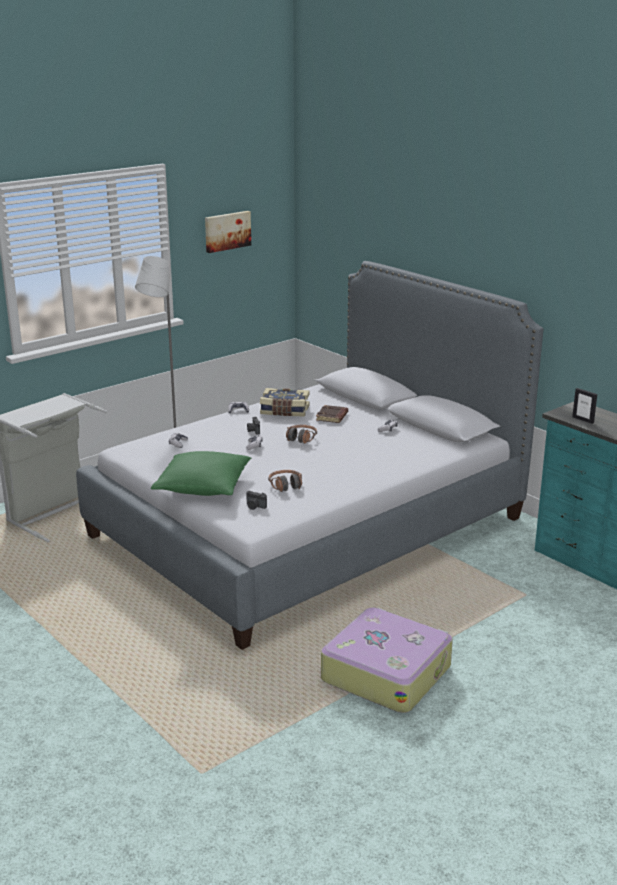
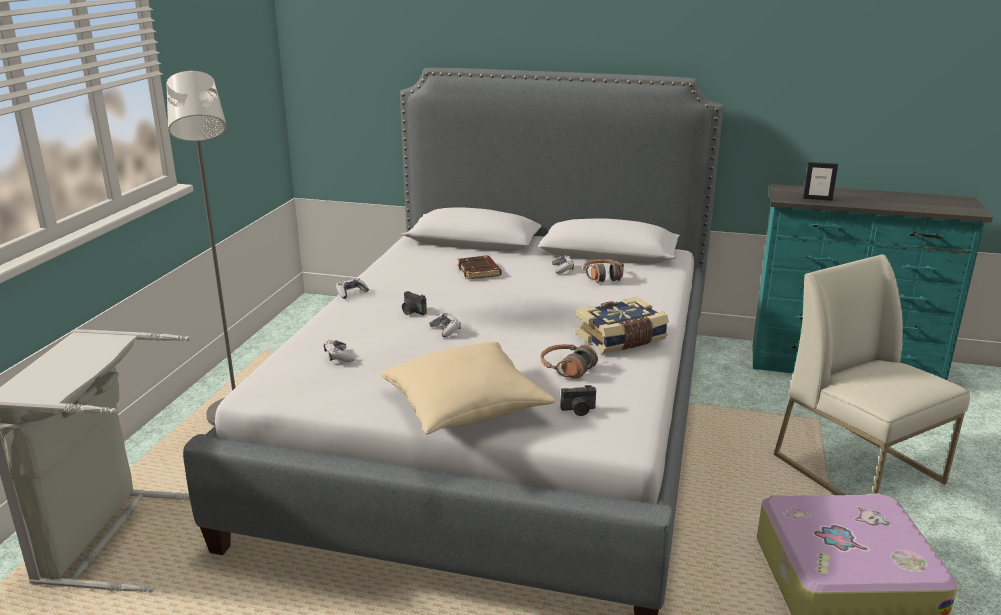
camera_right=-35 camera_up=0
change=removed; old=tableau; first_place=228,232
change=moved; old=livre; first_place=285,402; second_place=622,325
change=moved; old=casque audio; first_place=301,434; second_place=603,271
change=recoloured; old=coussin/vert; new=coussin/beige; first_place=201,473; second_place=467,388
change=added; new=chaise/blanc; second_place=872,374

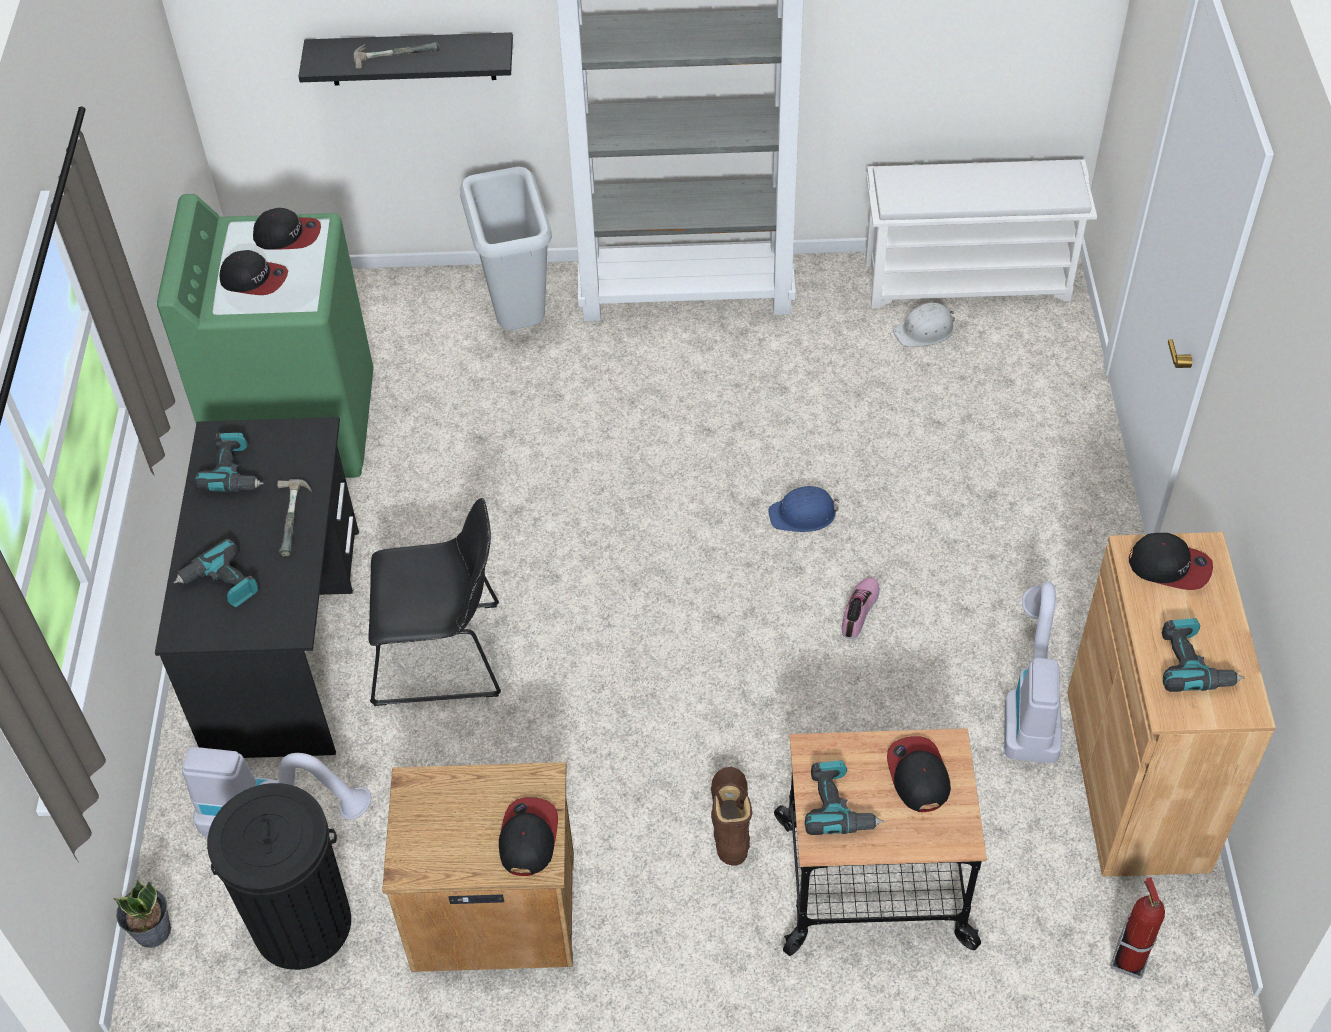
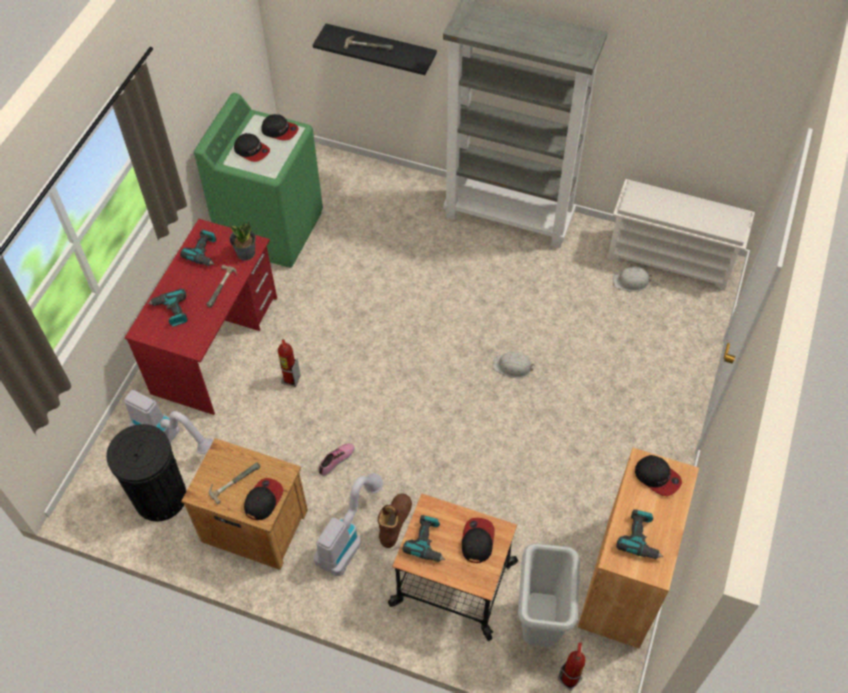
camera_right=20 camera_up=5
change=moved; old=poubelle/gris; first_place=506,248; second_place=549,595
change=recoloured; old=bureau/noir; new=bureau/rouge; first_place=257,587; second_place=201,317
change=recoloured; old=casque de chantier/bleu; new=casque de chantier/blanc; first_place=804,509; second_place=514,364
change=replaced; old=chaise/noir; new=extincteur; first_place=435,602; second_place=289,363
change=moved; old=chaussure; first_place=861,608; second_place=336,459
change=moved; old=aspirateur; first_place=1032,672; second_place=348,524
change=moved; old=plante en pot; first_place=142,914; second_place=243,240
change=added; new=marteau; second_place=234,483

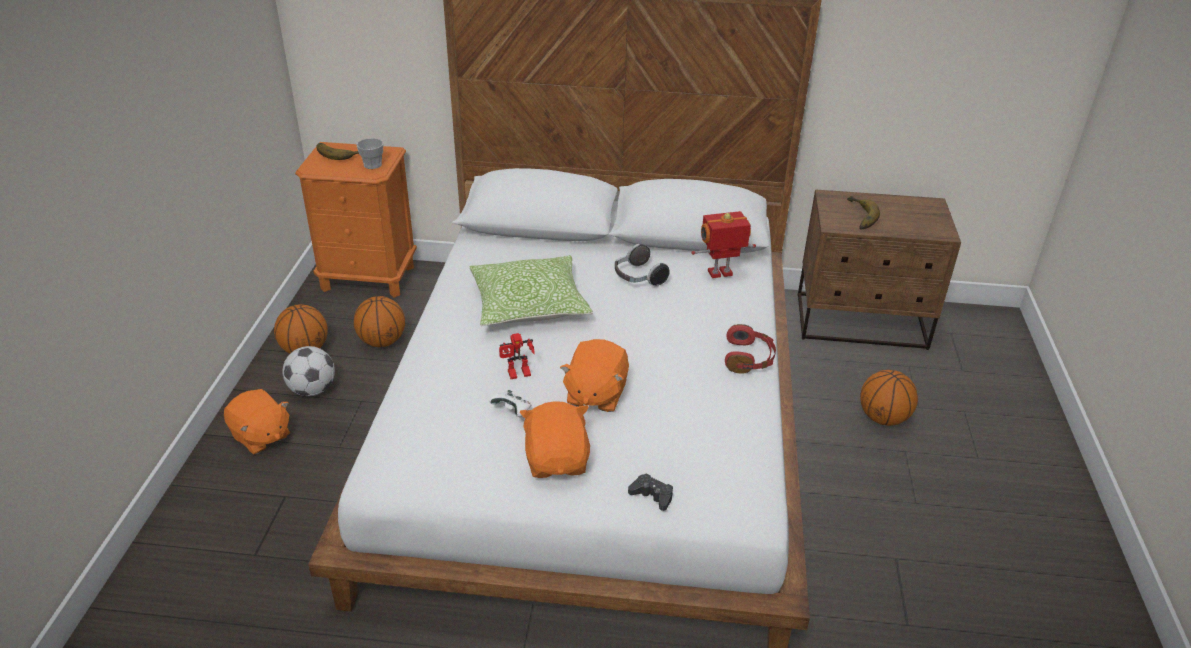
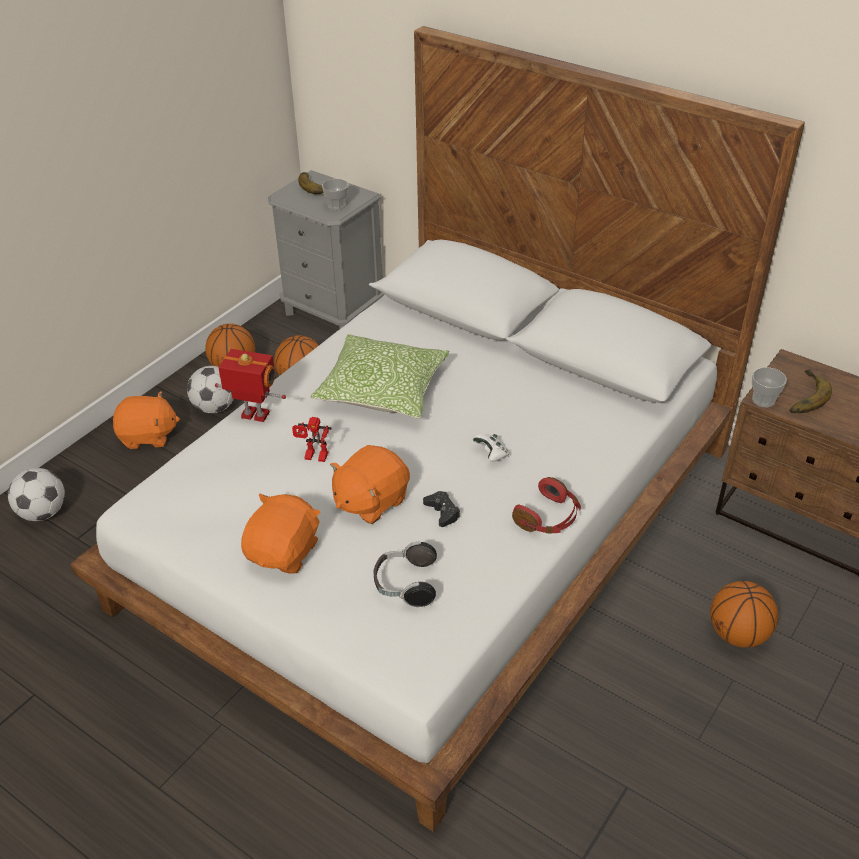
camera_right=30 camera_up=5
change=recoloured; old=table de chevet/orange; new=table de chevet/gris; first_place=356,220; second_place=326,249
change=moved; old=robot jouet; first_place=723,244; second_place=250,385
change=moved; old=casque audio; first_place=642,265; second_place=405,574
change=turned; old=peluche/orange; first_place=257,422; second_place=146,420; degrees=-75
change=moved; old=manette/blanc; first_place=510,403; second_place=490,448
change=moved; old=manette/noir; first_place=650,492; second_place=441,509
change=added; new=tasse; second_place=769,387
change=added; new=ballon de foot; second_place=36,494

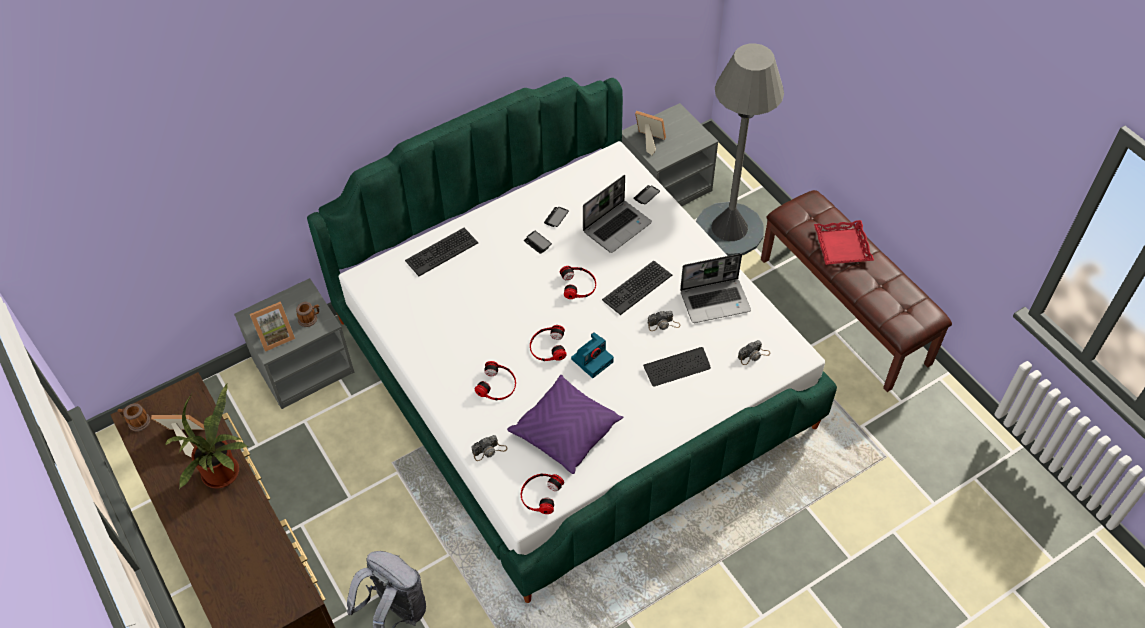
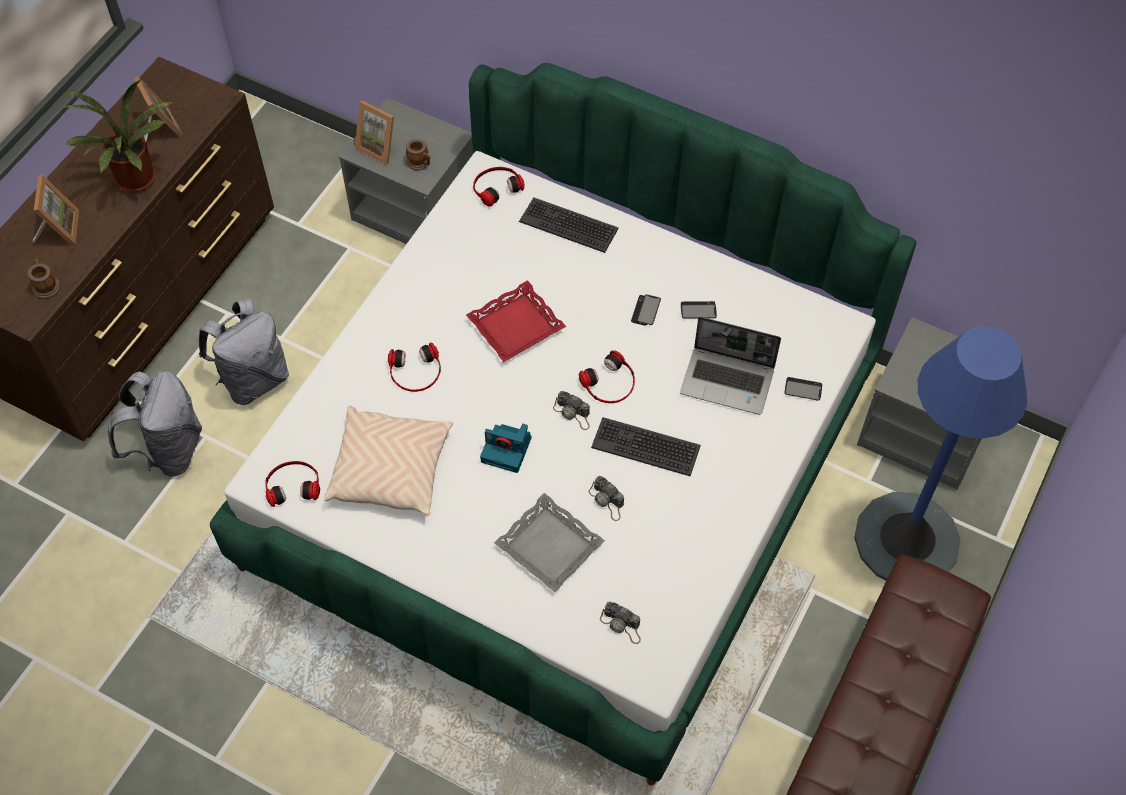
camera_right=60 camera_up=5
change=recoloured; old=lampadaire/gris; new=lampadaire/bleu; first_place=740,150; second_place=940,453
change=moved; old=cadre photo; first_place=650,133; second_place=55,210
change=moved; old=plateau/rouge; first_place=844,242; second_place=516,321
change=removed; old=ordinateur portable; first_place=715,288
change=moved; old=casque audio; first_place=548,343; second_place=499,187
change=replaced; old=clavier; new=plateau/gris; first_place=677,367; second_place=549,542
change=recoloured; old=coussin/violet; new=coussin/beige; first_place=565,424; second_place=388,461
change=moved; old=mug; first_place=134,417; second_place=43,278
change=moved; old=appareil photo; first_place=489,448; second_place=571,410
change=added; new=sac à dos/gris; second_place=244,352

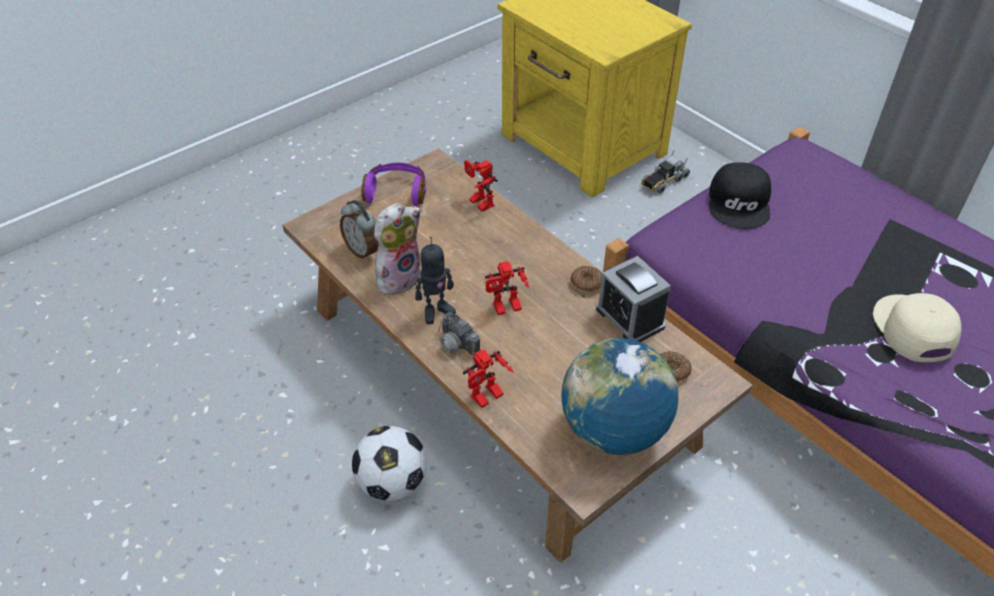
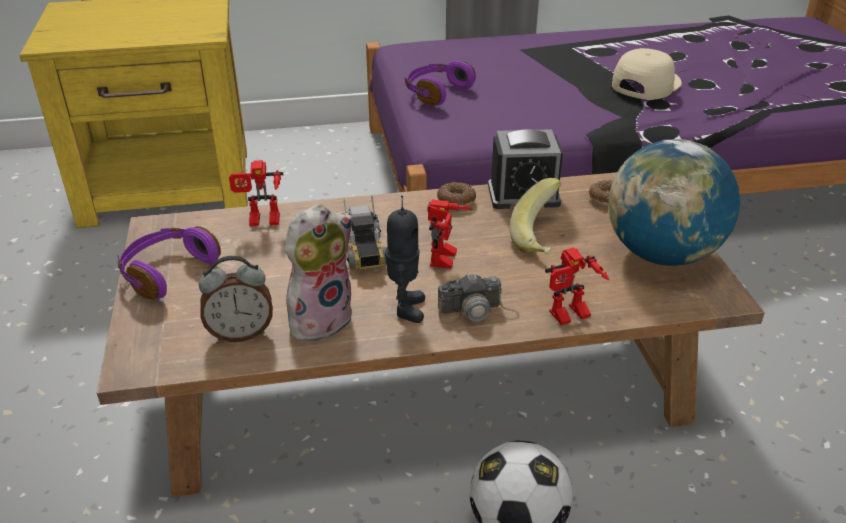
camera_right=-60 camera_up=-10
change=moved; old=camion jouet; first_place=665,172; second_place=365,232
change=replaced; old=casquette/noir; new=casque audio/violet; first_place=740,195; second_place=440,83
change=turned; old=peluche; first_place=397,249; second_place=319,272; degrees=60
change=turned; old=casquette/beige; first_place=917,327; second_place=647,74; degrees=105
change=turned; old=robot jouet; first_place=488,379; second_place=577,286; degrees=75
change=added; new=banane; second_place=535,216

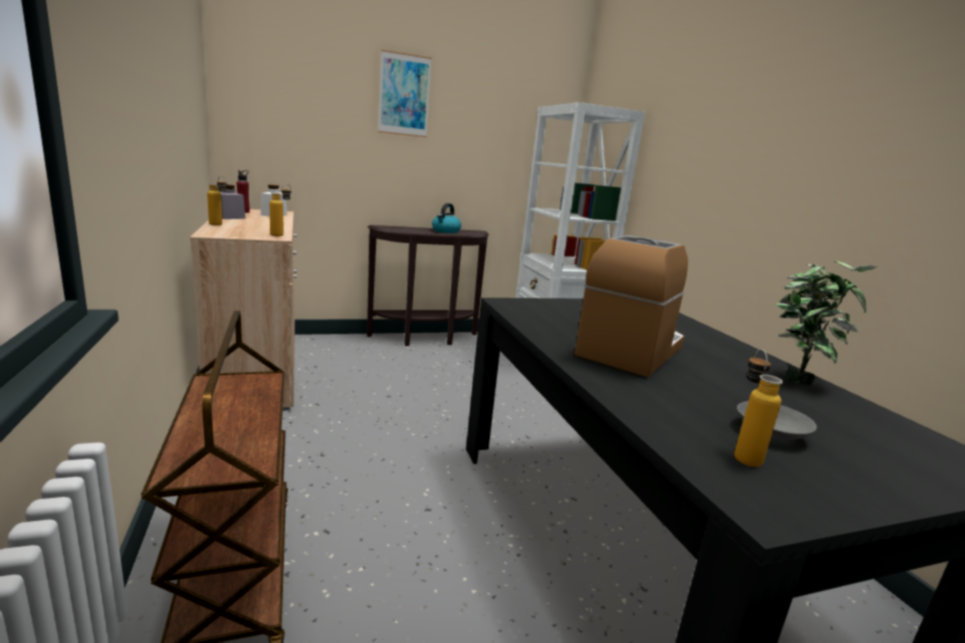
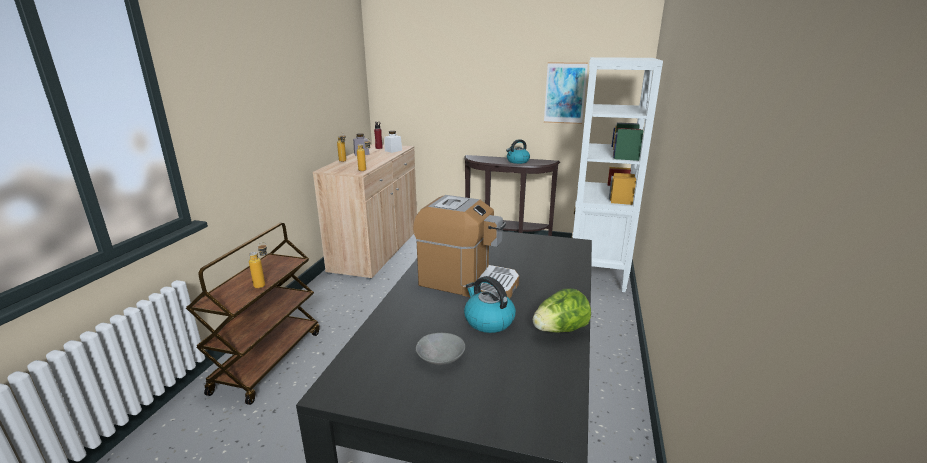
camera_right=35 camera_up=5
change=moved; old=tableau; first_place=405,93; second_place=566,93
change=turned; old=machine à café; first_place=631,306; second_place=466,247; degrees=45
change=replaced; old=plante en pot; new=laitue; first_place=826,323; second_place=562,310
change=moved; old=bouteille; first_place=758,408; second_place=258,265
change=added; new=bouilloire; second_place=490,304

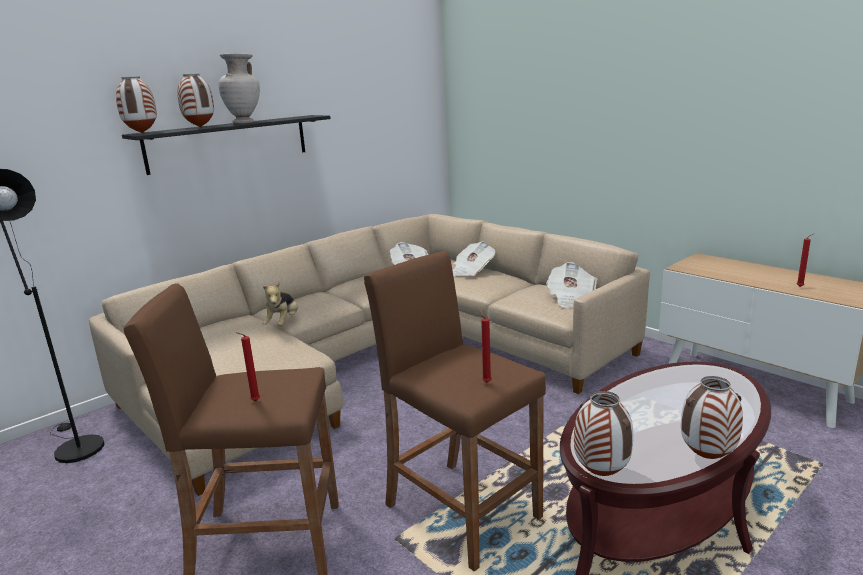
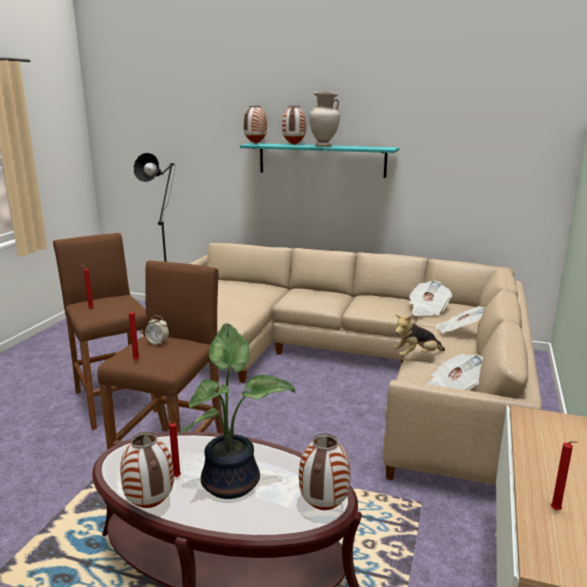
camera_right=60 camera_up=0
change=recoloured; old=étagère/noir; new=étagère/turquoise; first_place=226,145; second_place=319,160
change=moved; old=peluche; first_place=280,303; second_place=419,336
change=moved; old=vase; first_place=603,433; second_place=325,472
change=added; new=réveil; second_place=157,330
change=added; new=plante en pot; second_place=237,411
change=added; new=bougie/rouge; second_place=173,449

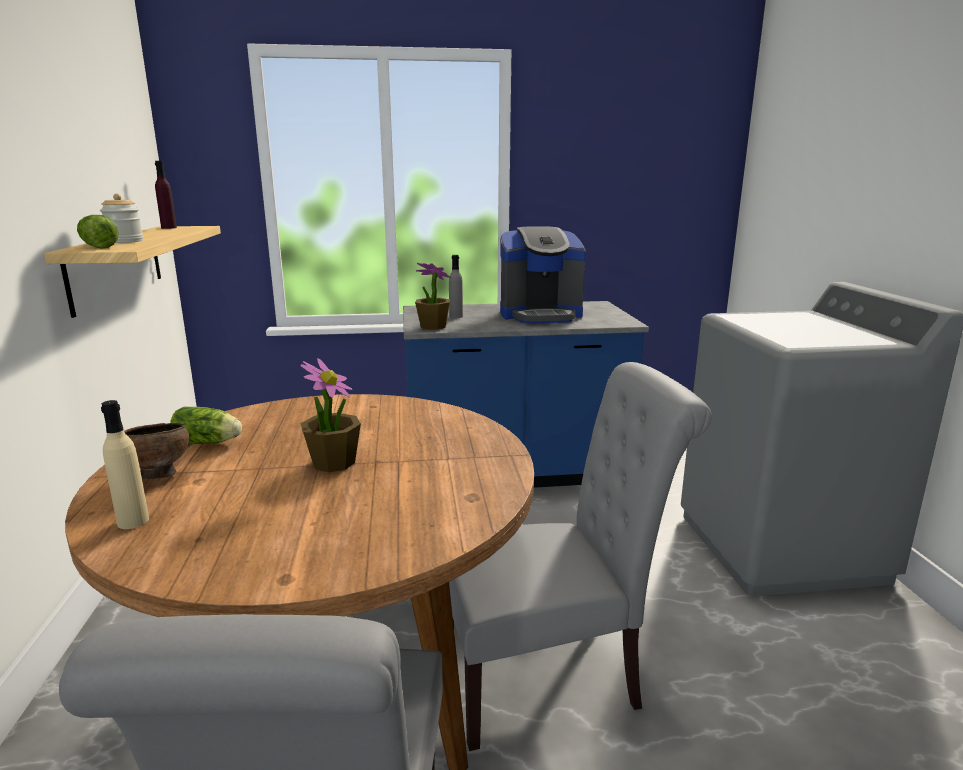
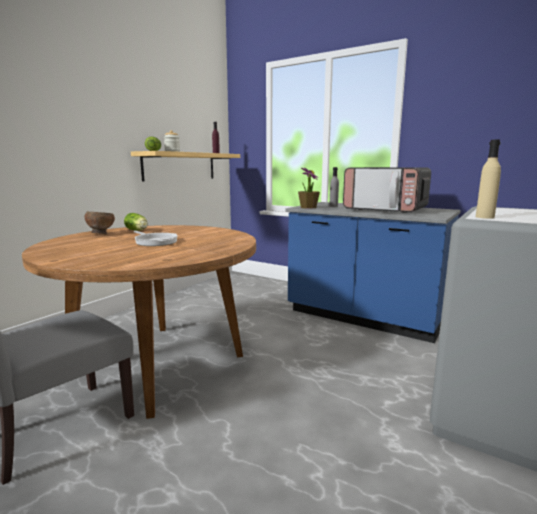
camera_right=40 camera_up=-5
change=replaced; old=machine à café; new=micro-ondes; first_place=543,275; second_place=387,190
change=replaced; old=plante en pot; new=poêle; first_place=330,415; second_place=155,238
change=removed; old=chaise/gris; first_place=580,556
change=moved; old=bouteille/beige; first_place=125,464; second_place=488,179

